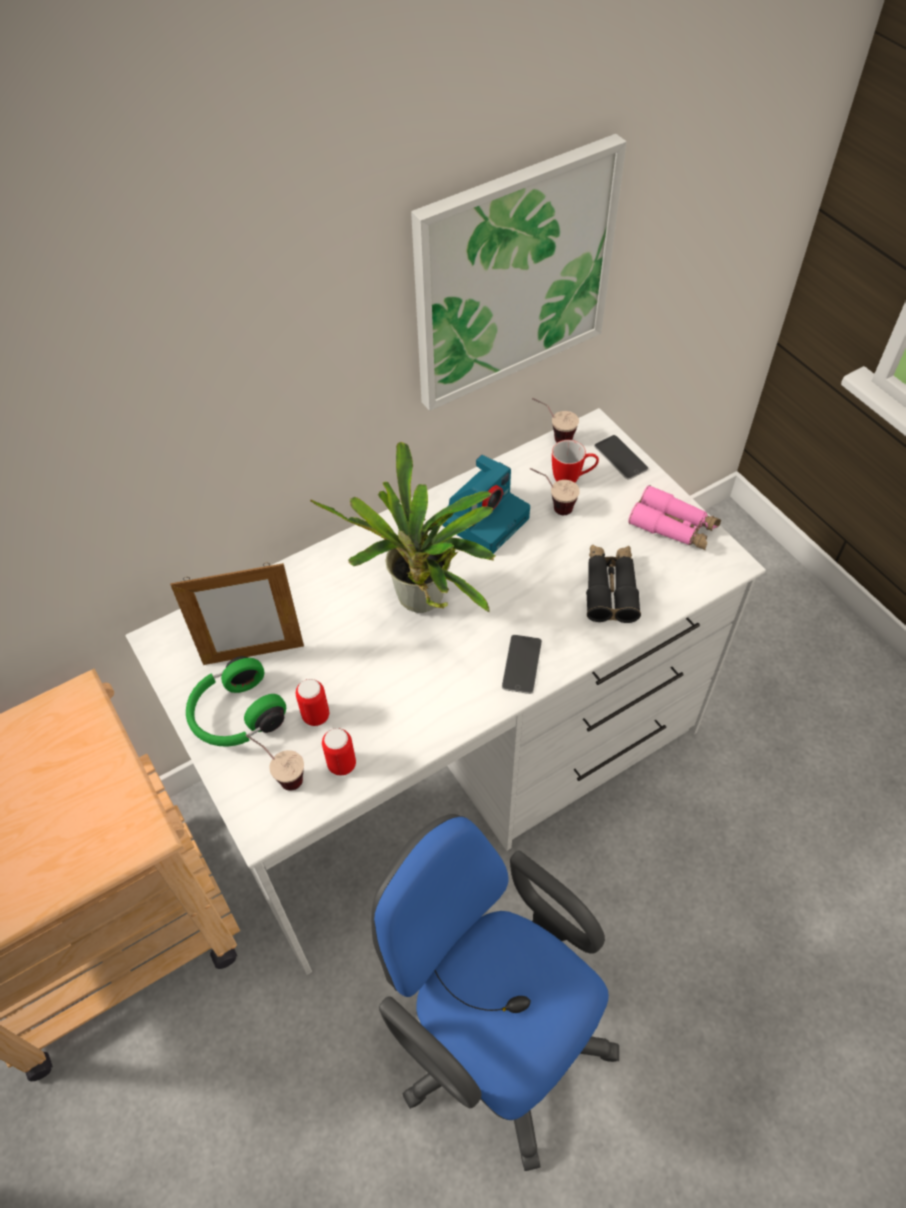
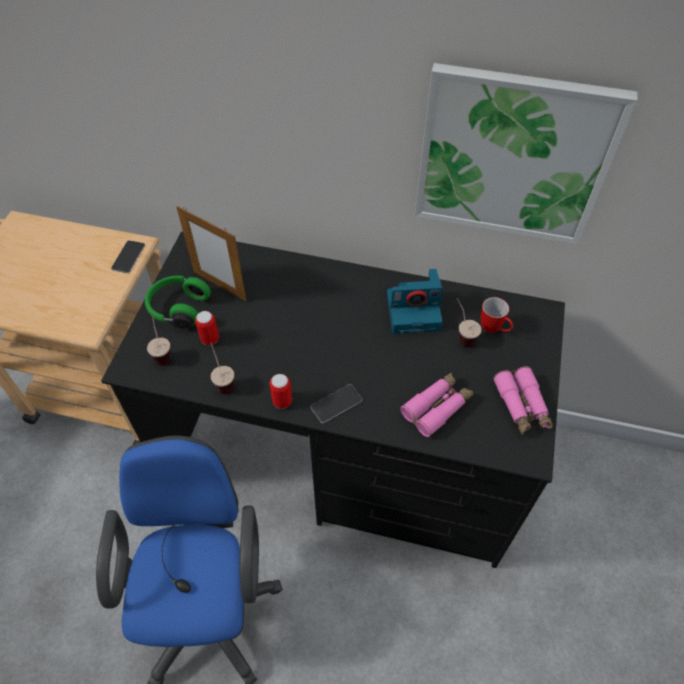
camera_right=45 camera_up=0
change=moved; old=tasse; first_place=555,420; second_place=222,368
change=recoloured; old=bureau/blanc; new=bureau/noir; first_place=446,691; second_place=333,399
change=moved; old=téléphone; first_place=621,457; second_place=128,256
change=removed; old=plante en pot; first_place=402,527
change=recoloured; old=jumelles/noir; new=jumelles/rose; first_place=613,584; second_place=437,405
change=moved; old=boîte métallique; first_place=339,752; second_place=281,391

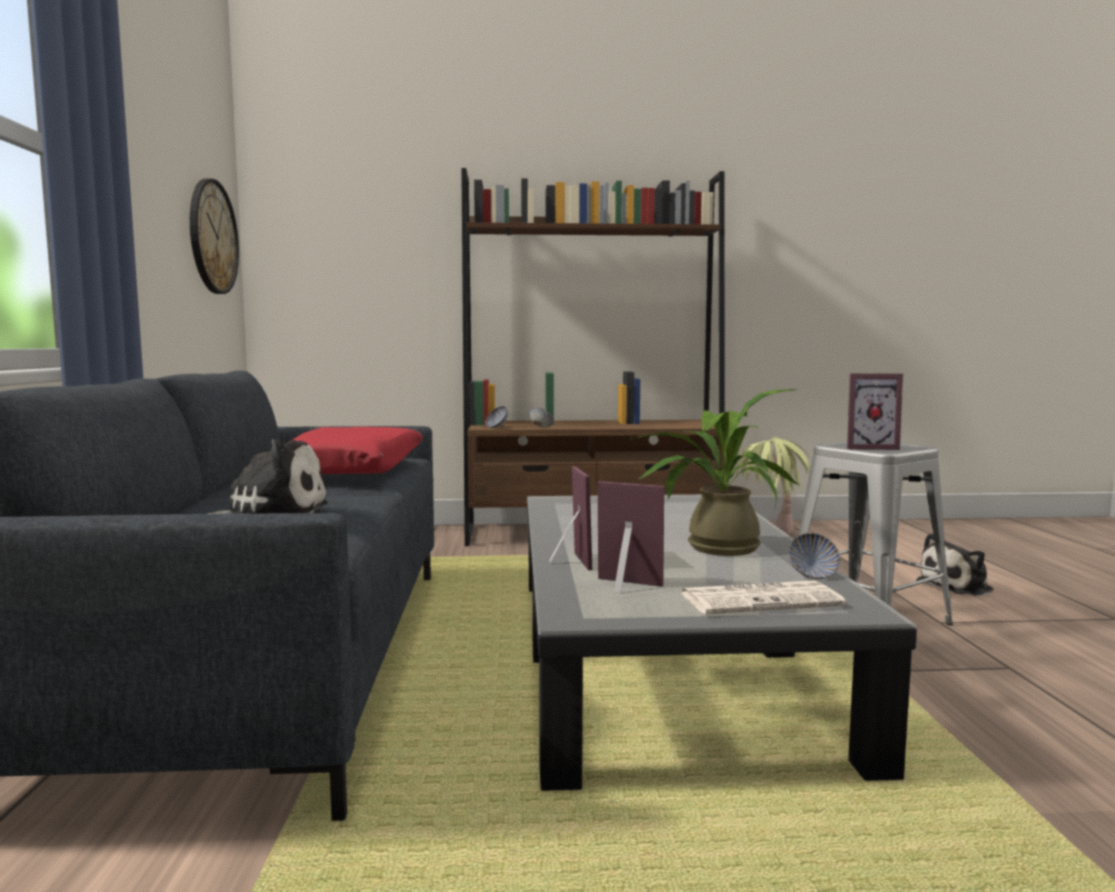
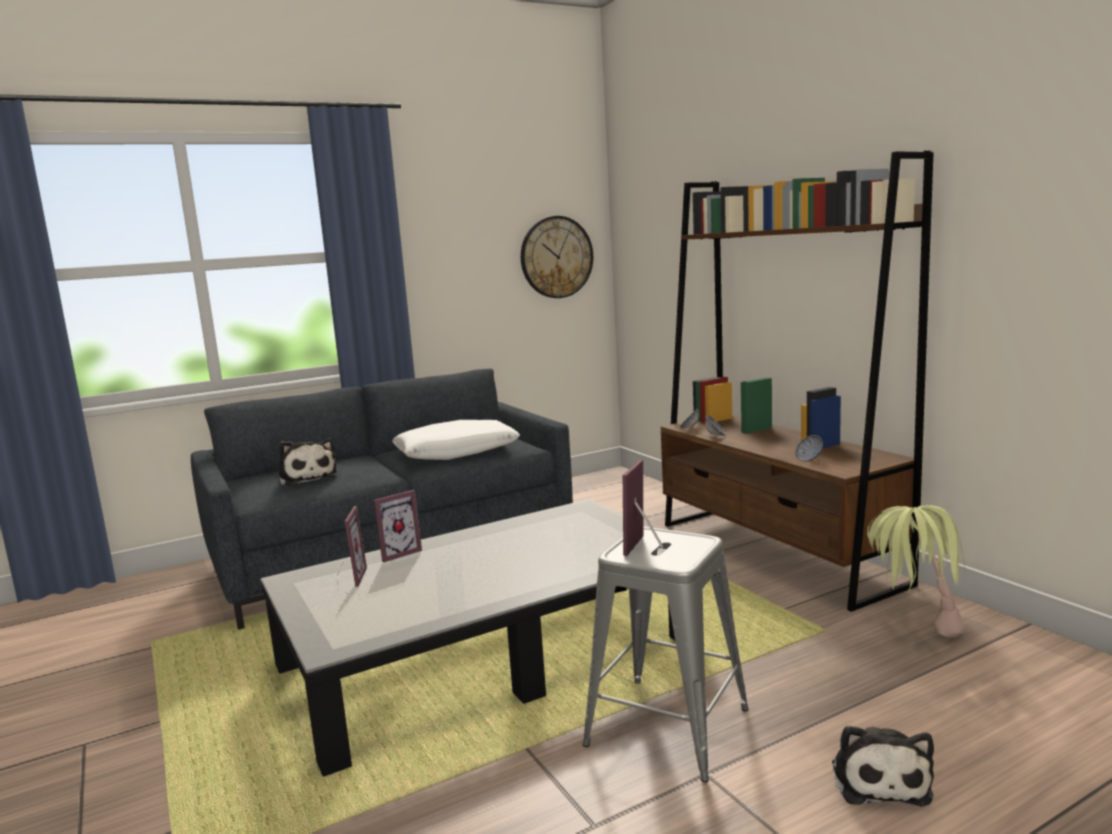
camera_right=65 camera_up=5
change=turned; old=cadre photo; first_place=875,411; second_place=643,508; degrees=45
change=removed; old=plante en pot; first_place=715,472
change=recoloured; old=coussin/rouge; new=coussin/blanc; first_place=356,450; second_place=456,440
change=moved; old=bol; first_place=814,556; second_place=809,448
change=turned; old=peluche; first_place=955,564; second_place=883,766; degrees=-120
change=removed; old=journal; first_place=763,597

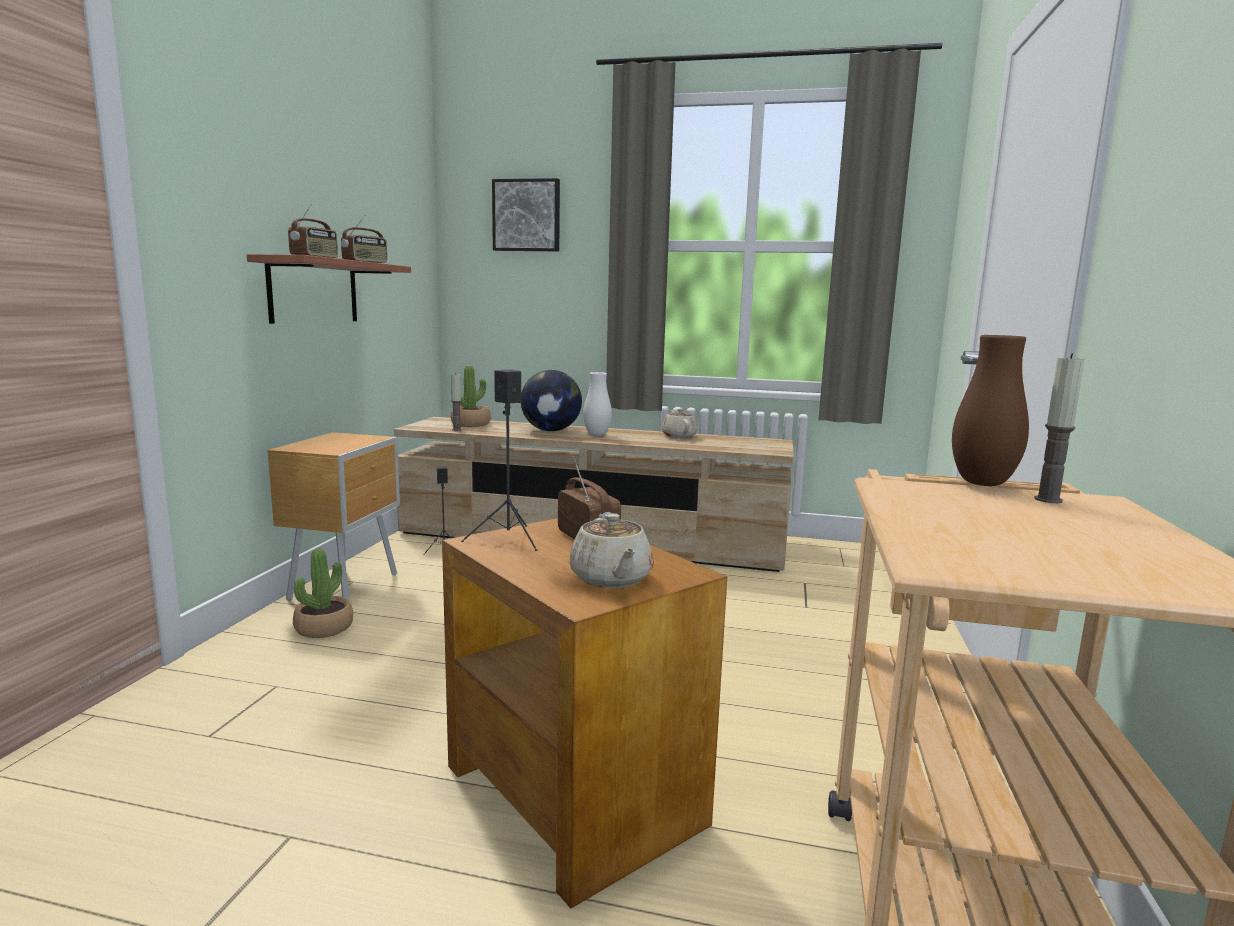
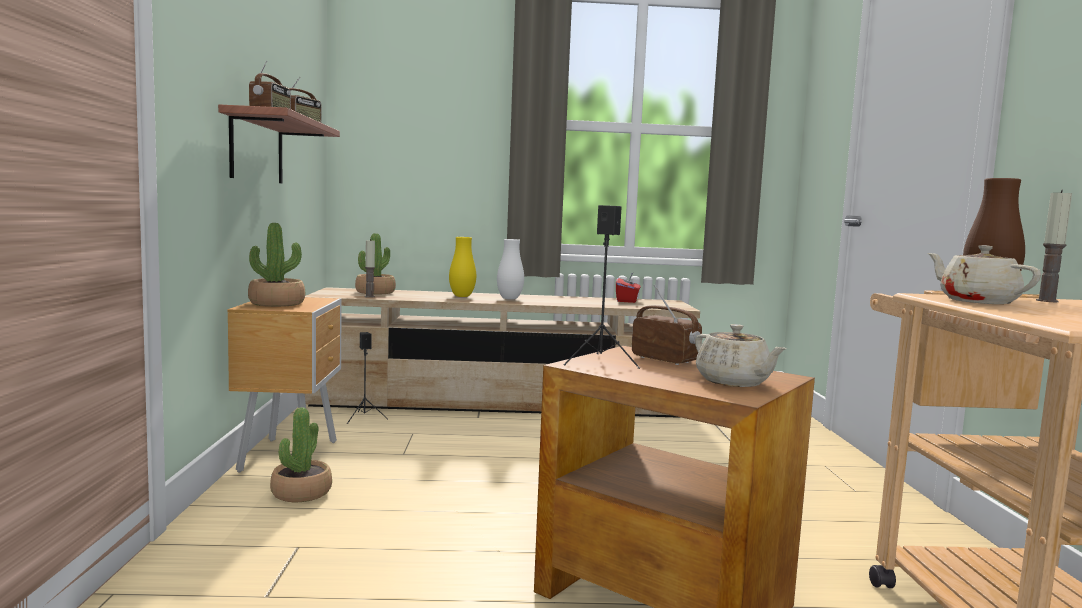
camera_right=-15 camera_up=-5
change=removed; old=tableau; first_place=526,214
change=replaced; old=globe; new=vase/jaune; first_place=551,400; second_place=462,267
change=moved; old=théière/beige; first_place=680,423; second_place=984,274
change=added; new=plante en pot; second_place=276,265
change=added; new=boîte à mouchoirs/rouge; second_place=628,287

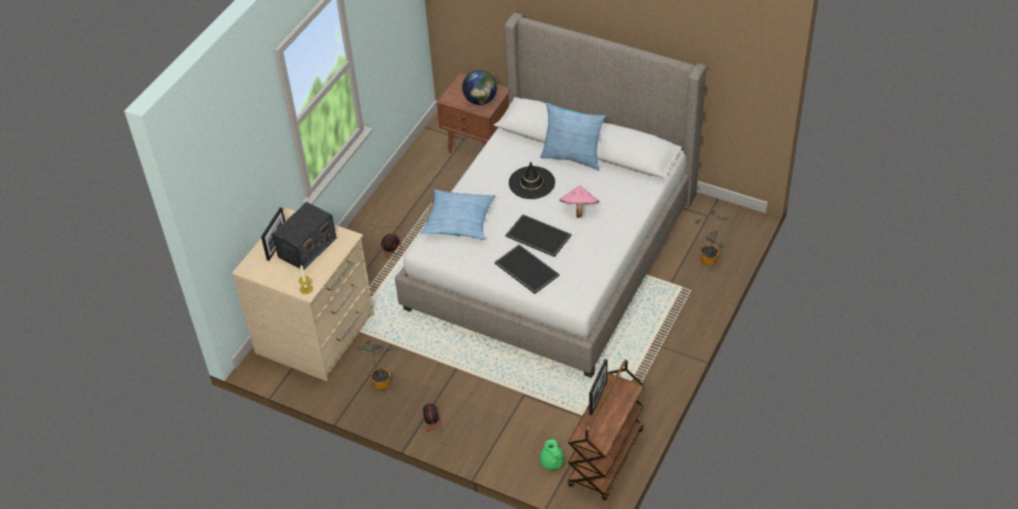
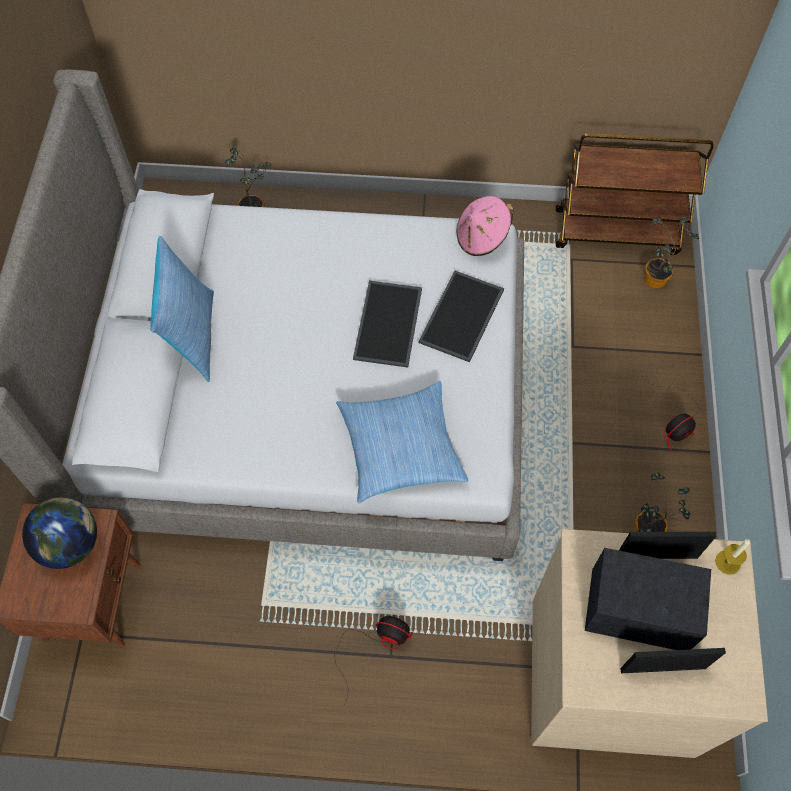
camera_right=-115 camera_up=15
change=removed; old=chapeau/noir; first_place=532,180
change=moved; old=chapeau/rose; first_place=579,201; second_place=485,226
change=moved; old=cadre photo; first_place=598,387; second_place=667,545
change=replaced; old=théière/vert; new=plante en pot; first_place=551,454; second_place=671,252

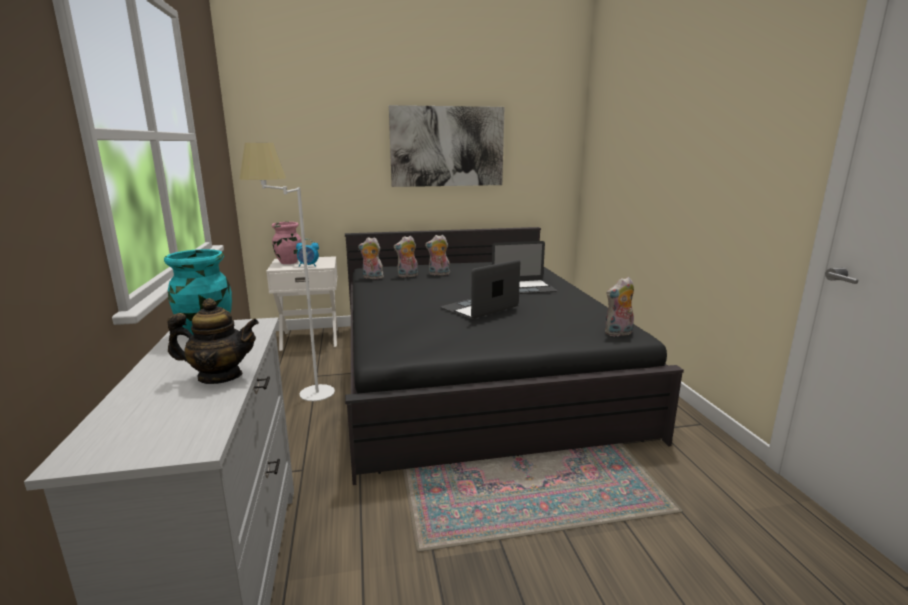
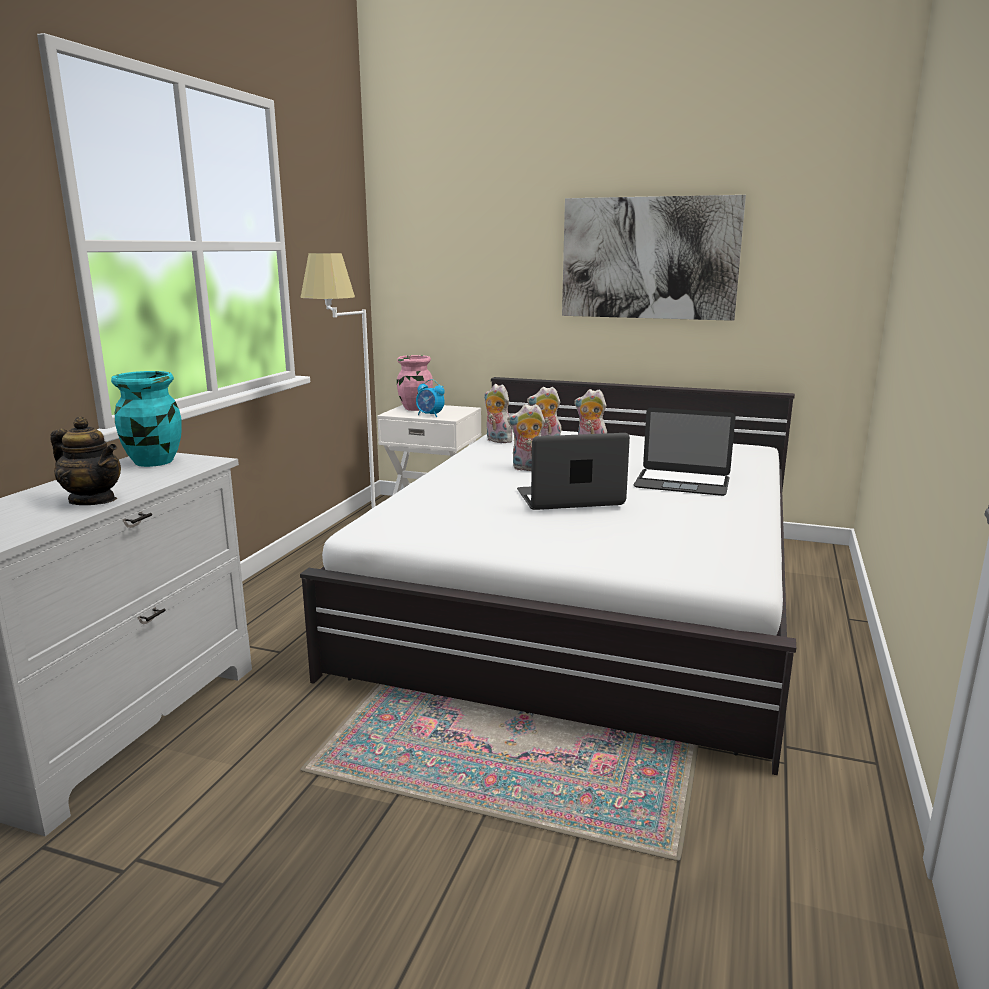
camera_right=30 camera_up=0
change=recoloured; old=lit/noir; new=lit/blanc; first_place=514,356; second_place=548,576
change=moved; old=peluche; first_place=619,306; second_place=526,437

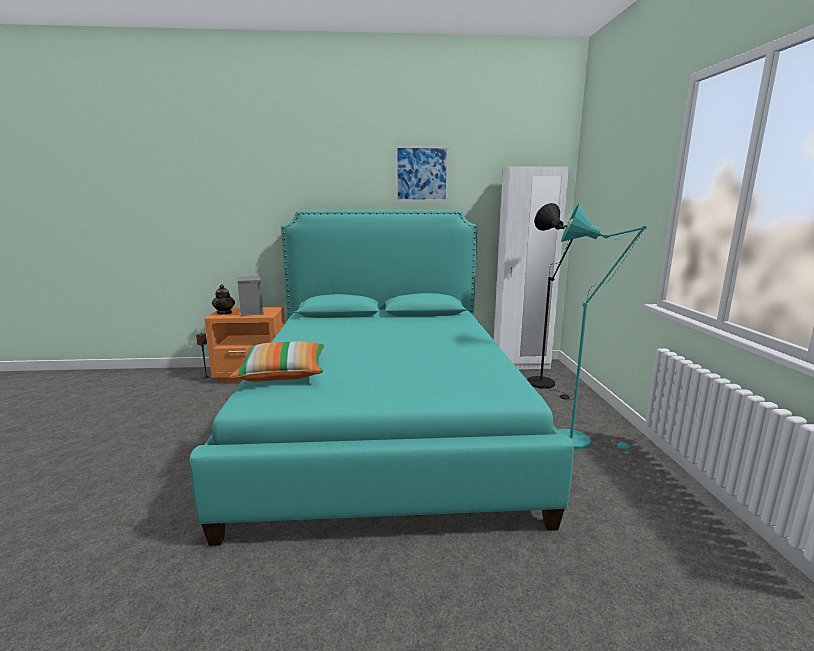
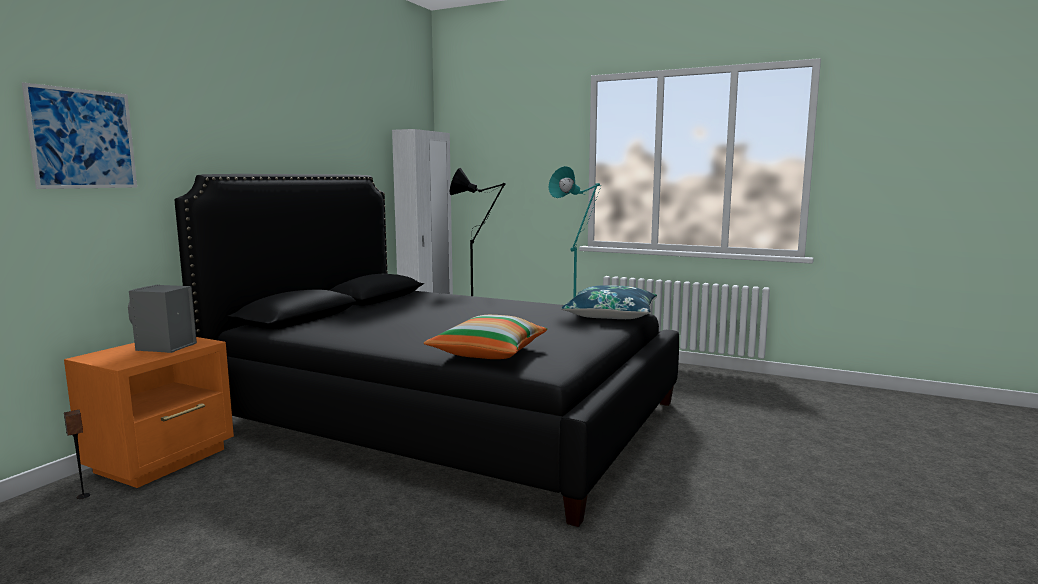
camera_right=-60 camera_up=-5
change=moved; old=tableau; first_place=422,173; second_place=79,135
change=recoloured; old=lit/turquoise; new=lit/noir; first_place=382,378; second_place=427,350
change=removed; old=théière; first_place=223,299
change=added; new=coussin/bleu; second_place=609,302

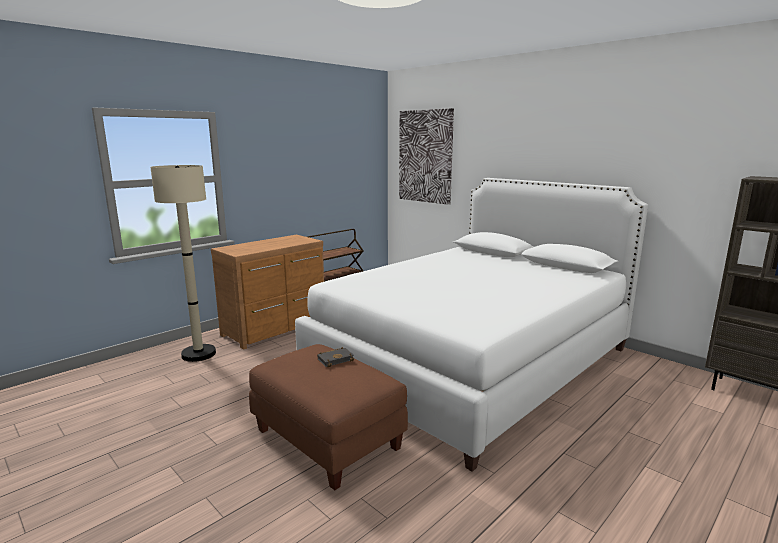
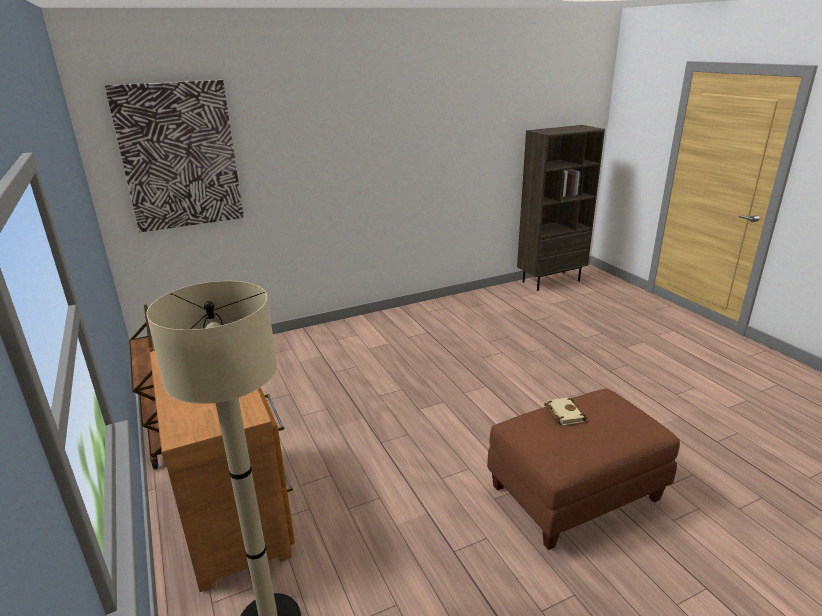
camera_right=-70 camera_up=10
change=removed; old=lit/blanc; first_place=471,325
change=recoloured; old=livre/noir; new=livre/beige; first_place=335,357; second_place=565,411

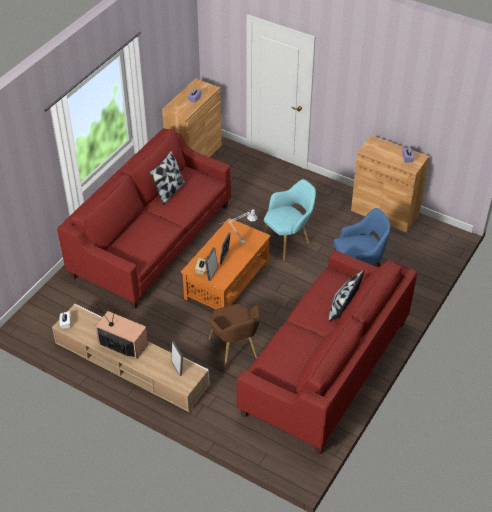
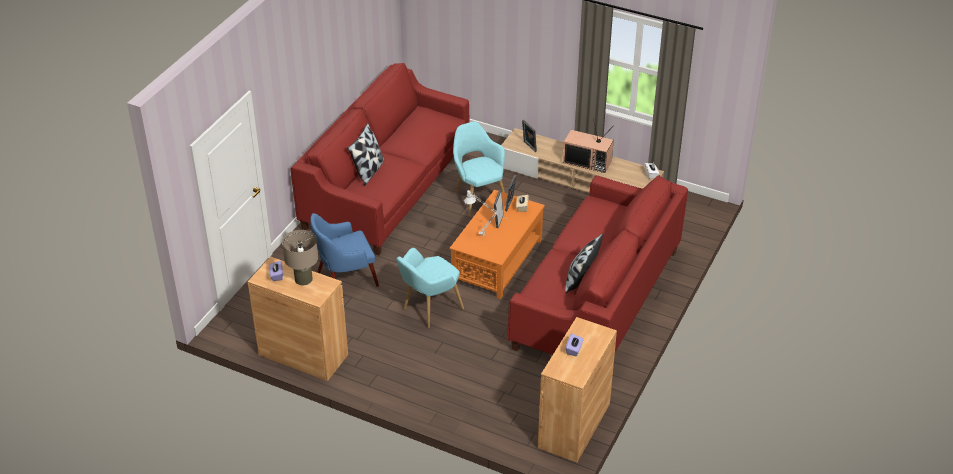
camera_right=175 camera_up=-5
change=recoloured; old=fauteuil/marron; new=fauteuil/turquoise; first_place=234,335; second_place=479,169
change=added; new=lampe de table/beige; second_place=300,257

